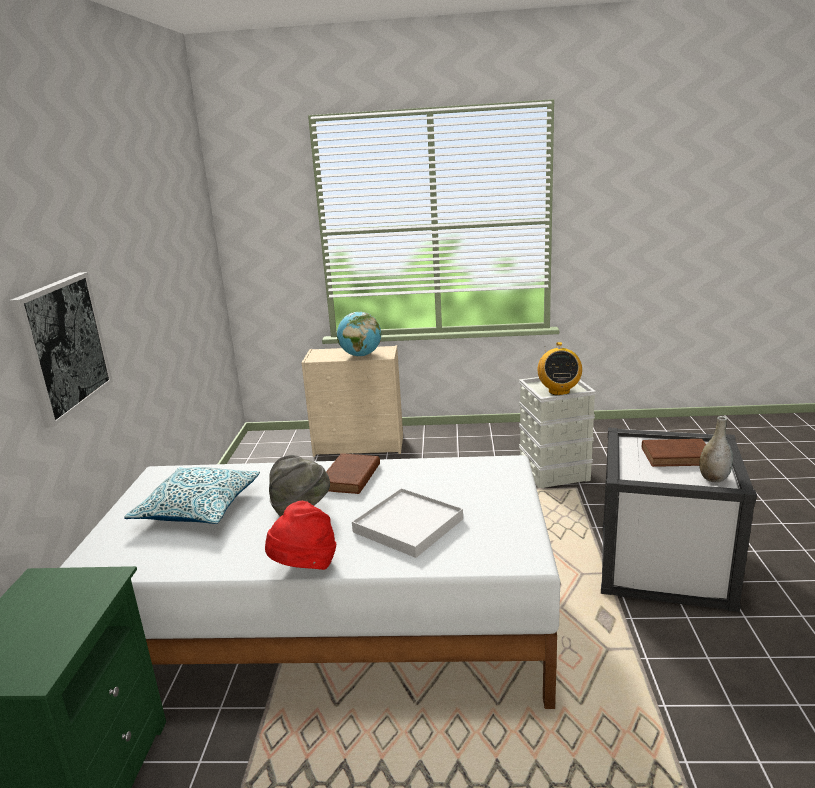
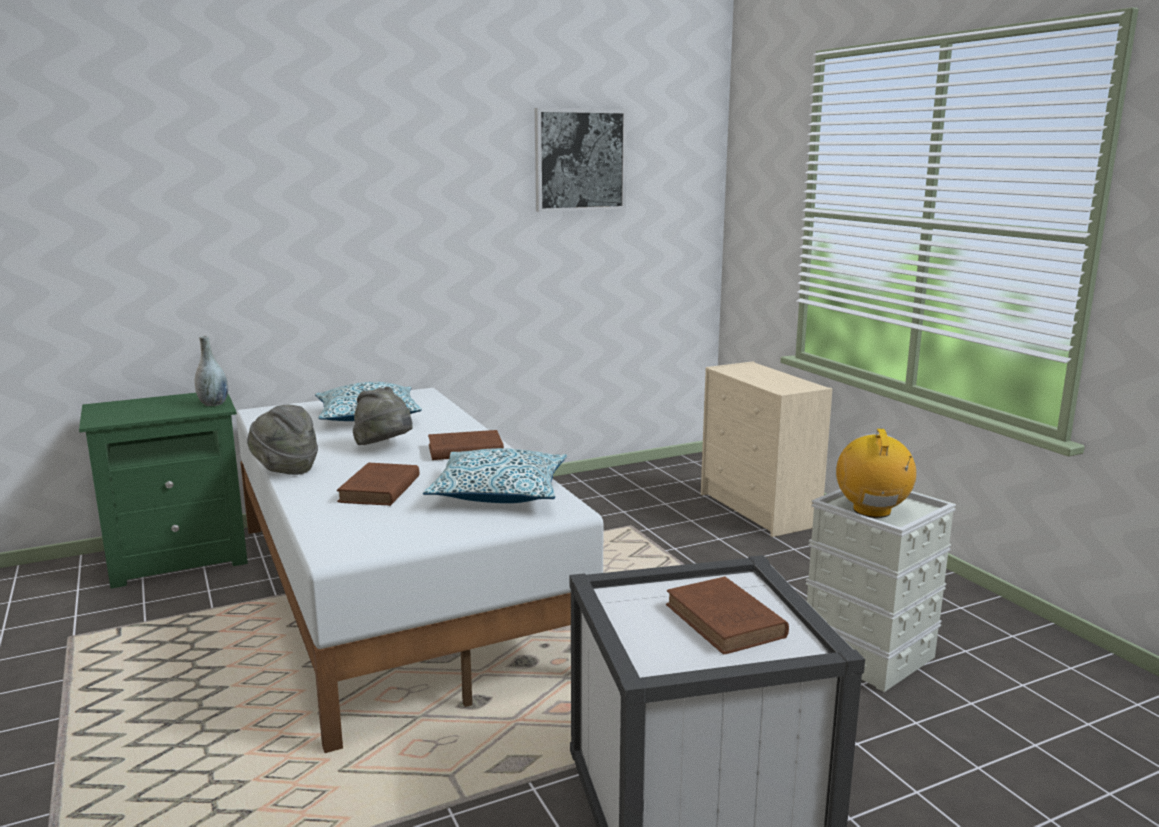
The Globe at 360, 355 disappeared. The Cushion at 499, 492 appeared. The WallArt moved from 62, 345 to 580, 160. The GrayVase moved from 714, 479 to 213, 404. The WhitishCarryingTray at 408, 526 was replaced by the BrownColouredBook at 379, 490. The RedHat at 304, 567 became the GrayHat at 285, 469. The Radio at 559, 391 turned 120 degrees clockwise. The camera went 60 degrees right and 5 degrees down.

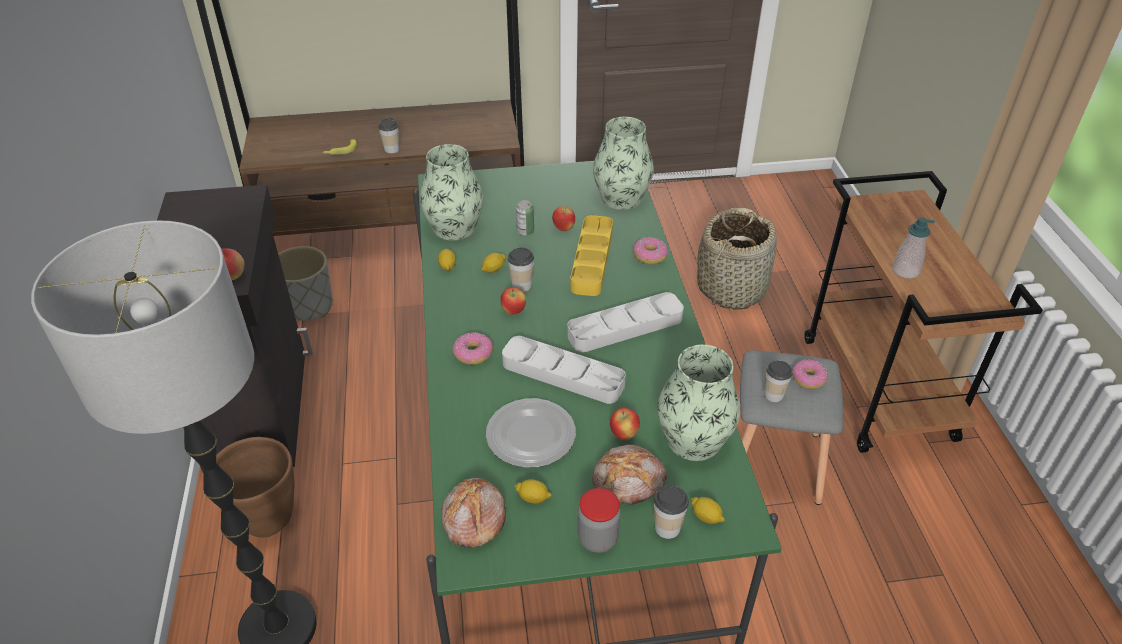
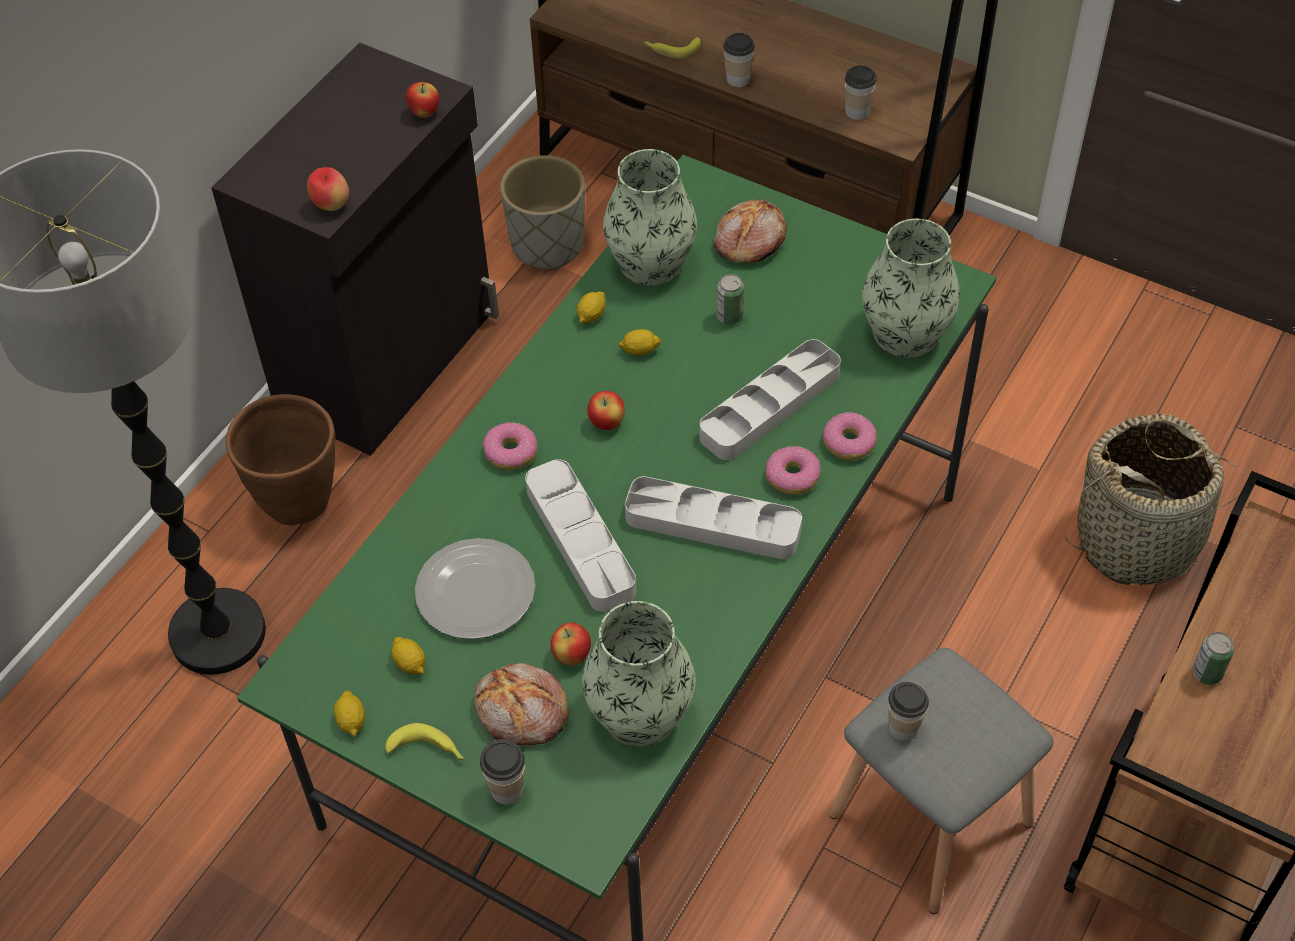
The Bread moved from 473, 519 to 748, 240. The Cup moved from 521, 285 to 857, 111. The WholeApple moved from 563, 228 to 424, 113. The CitrusFruit moved from 706, 517 to 351, 721. The Donut moved from 808, 378 to 792, 476. The StorageJar at 597, 538 was replaced by the WholeBanana at 428, 751. The SoapBottle at 905, 271 was replaced by the MetalCan at 1206, 673. The YellowishCarryingTray at 592, 259 became the GrayCarryingTray at 770, 405. The camera went 40 degrees right and 10 degrees up.

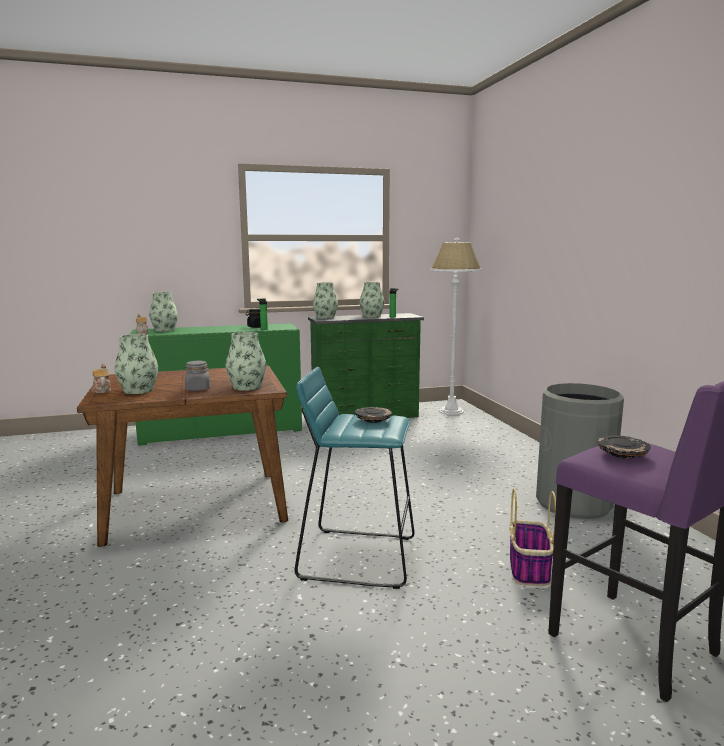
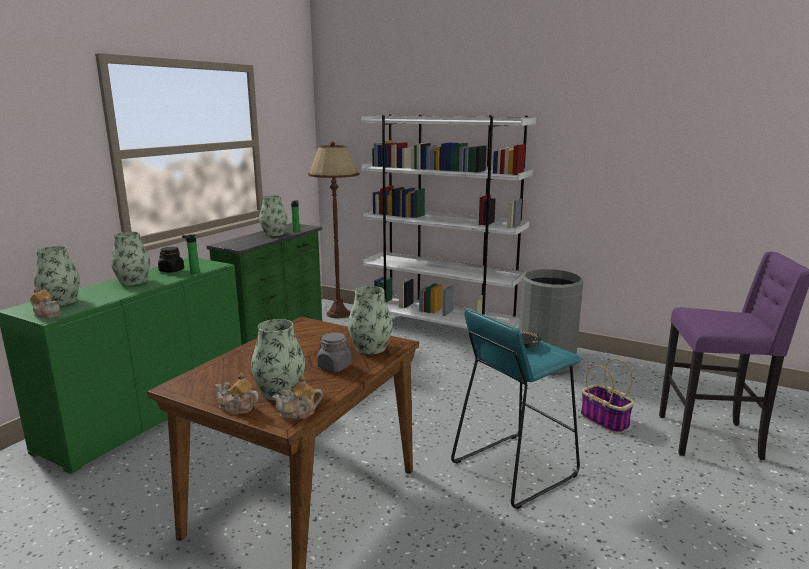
The BlackColouredDinnerPlate at 622, 454 disappeared. The Teapot at 298, 413 appeared. The WhitishBookshelf at 441, 330 appeared. The Vase moved from 325, 317 to 133, 281. The WhitishStandardLamp at 451, 411 became the BrownColouredStandardLamp at 339, 314. The camera went 45 degrees left and 5 degrees up.

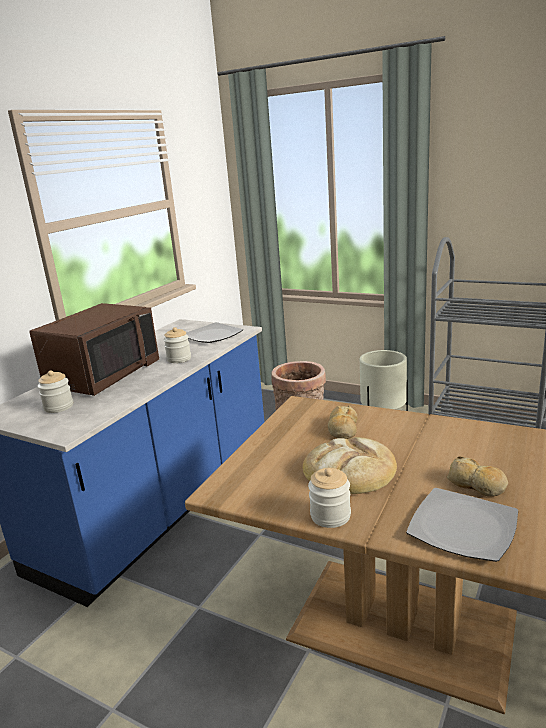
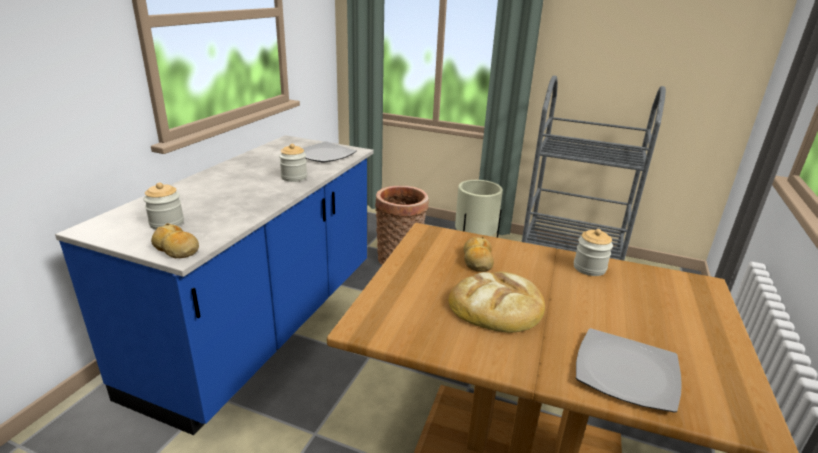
The BrownColouredMicrowave at 102, 375 disappeared. The StorageJar moved from 330, 516 to 589, 268. The Bread moved from 477, 485 to 176, 249. The camera went 10 degrees left and 5 degrees up.

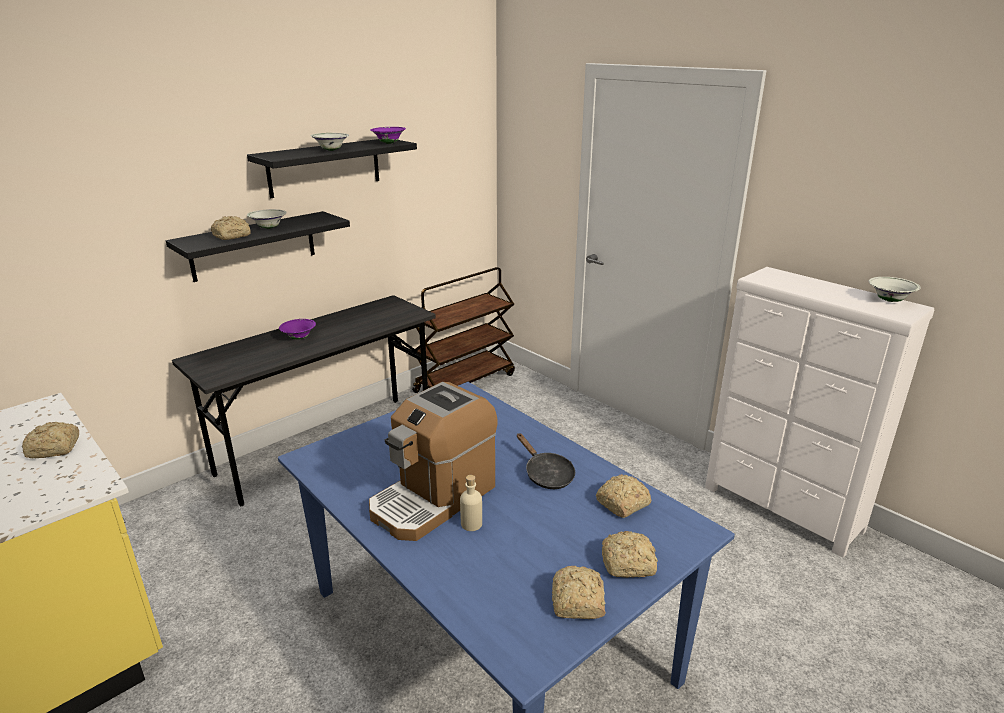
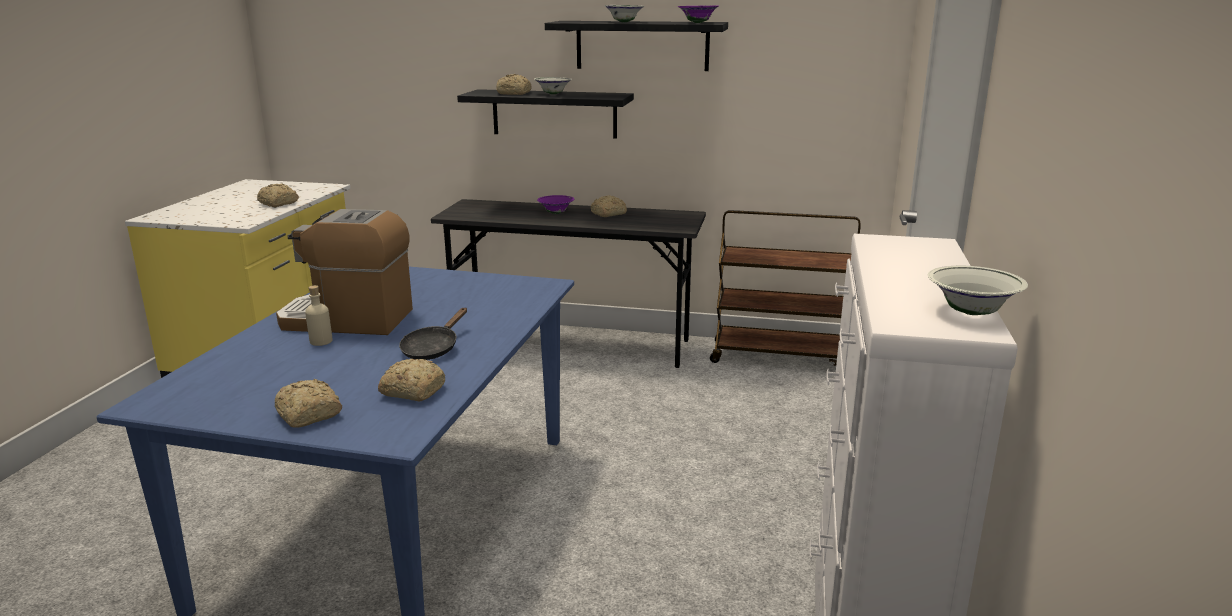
The Bread moved from 577, 603 to 607, 214. The camera went 55 degrees right and 5 degrees down.

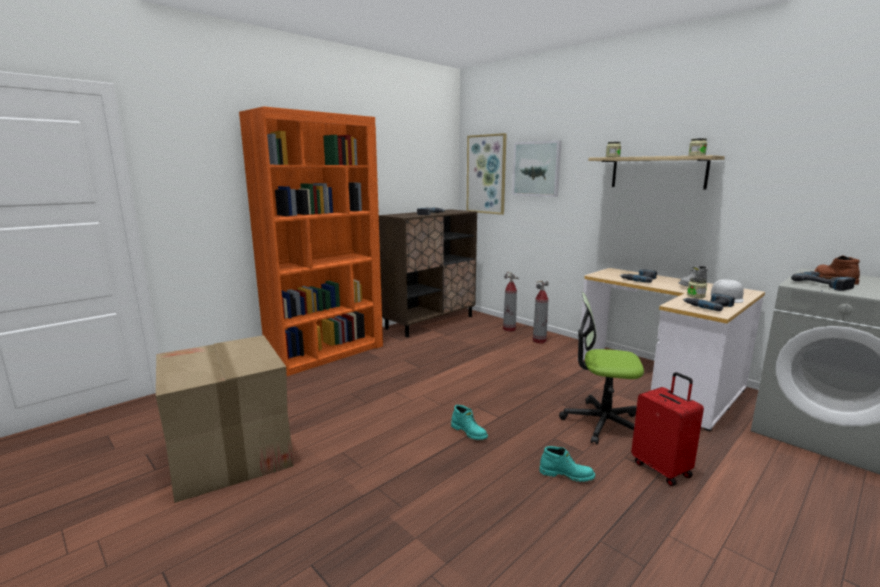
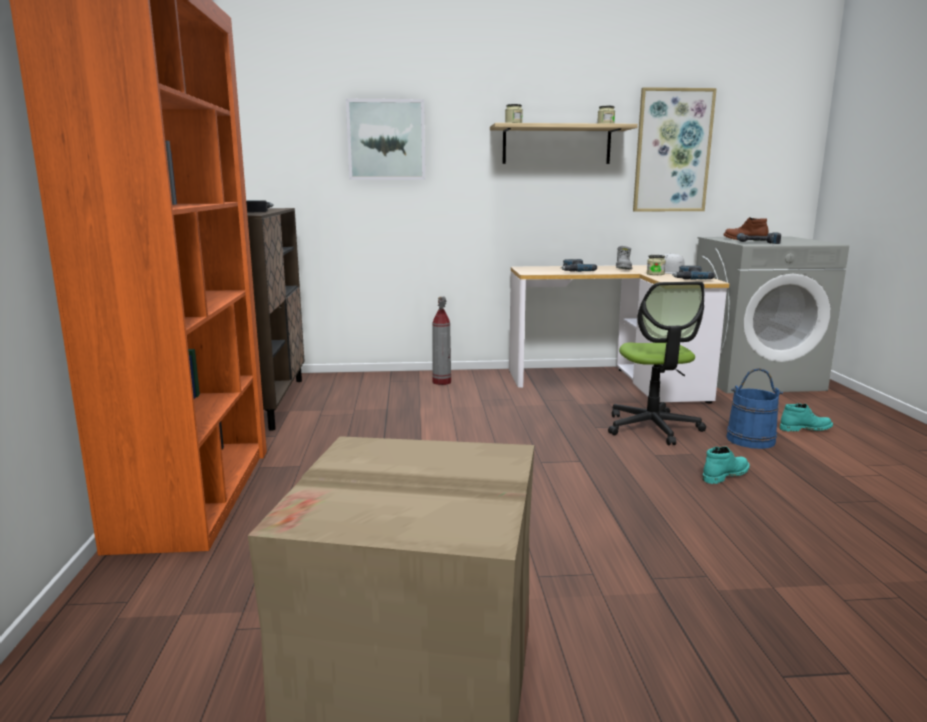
The FireExtinguisher at 509, 329 disappeared. The BlueGreenBoot moved from 469, 432 to 805, 429. The WallArt moved from 486, 174 to 672, 151. The RedSuitcase at 662, 469 was replaced by the BlueWaterBucket at 750, 439. The OfficeChair at 602, 423 turned 60 degrees counterclockwise. The camera went 50 degrees left and 0 degrees up.

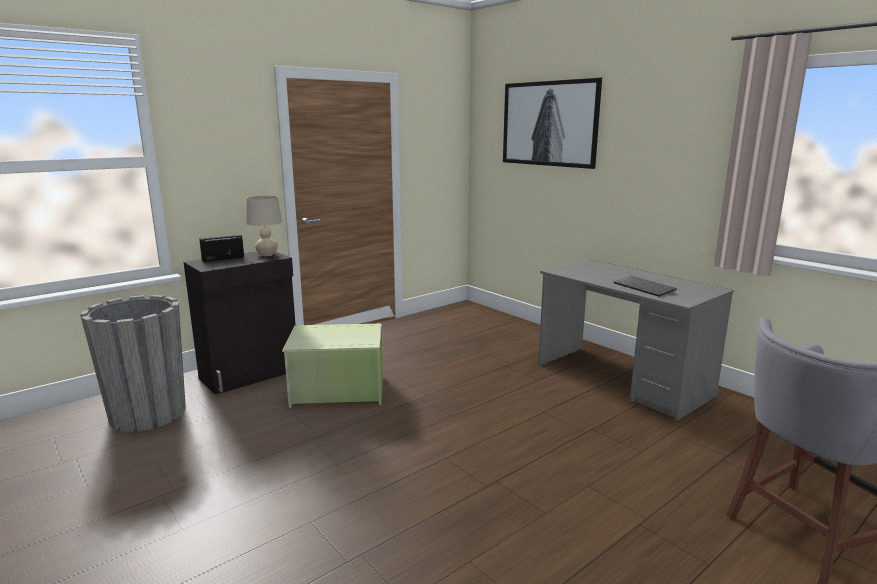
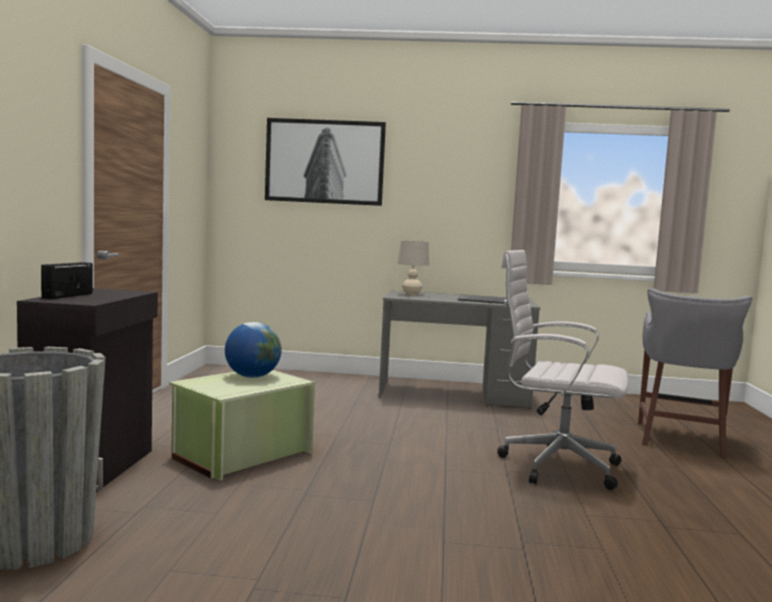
The Globe at 252, 377 appeared. The WhitishOfficeChair at 554, 465 appeared. The BeigeTabletopLamp moved from 267, 255 to 411, 294. The camera went 45 degrees left and 10 degrees down.

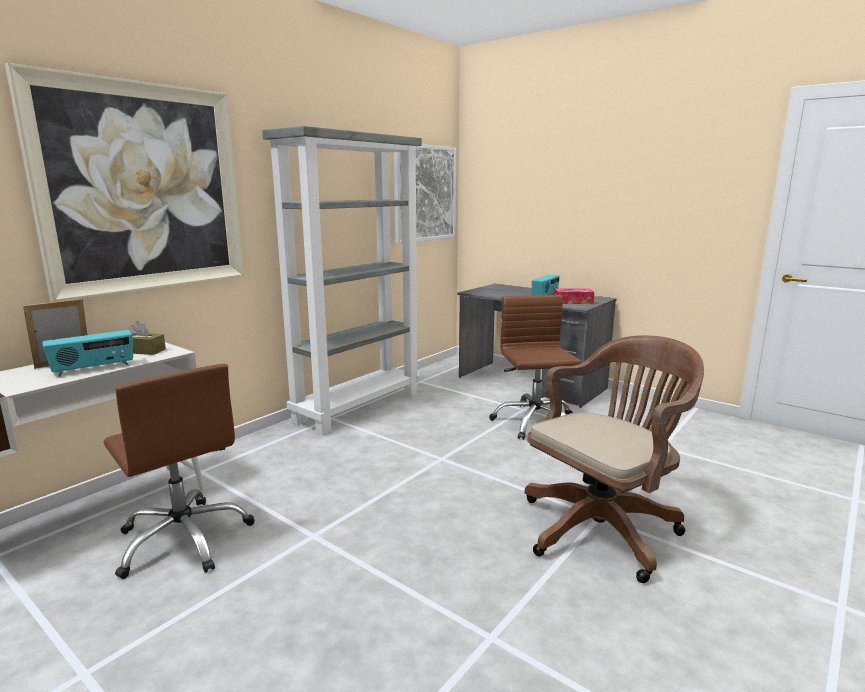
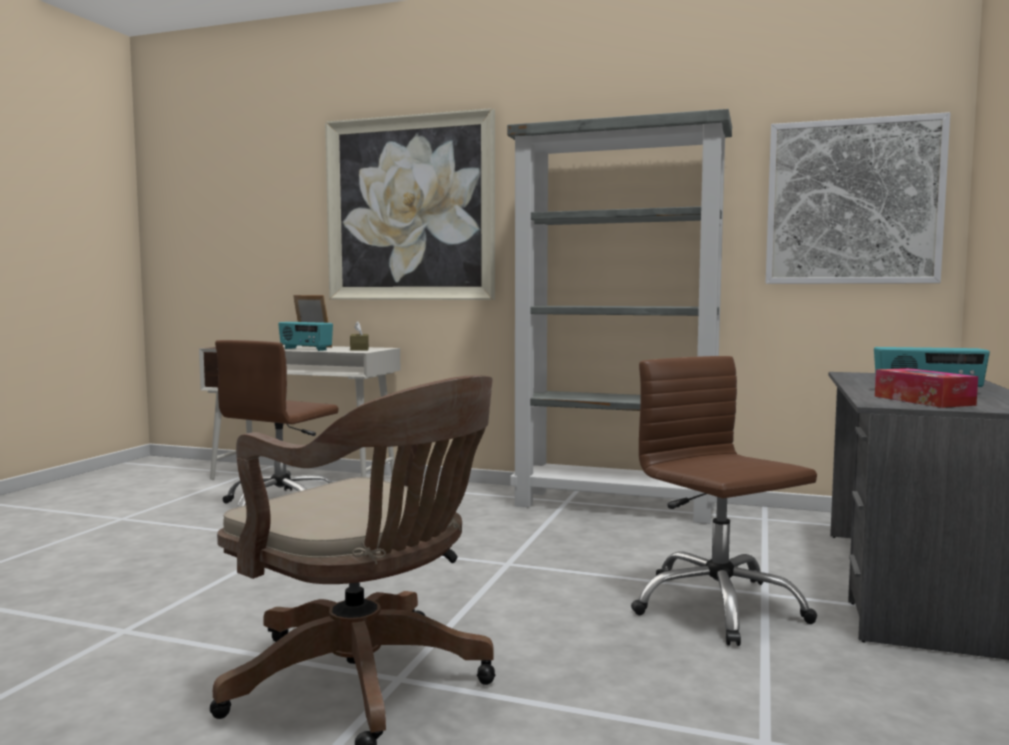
The BrownColouredOfficeChair at 534, 422 turned 90 degrees counterclockwise. The camera went 70 degrees right and 10 degrees down.

